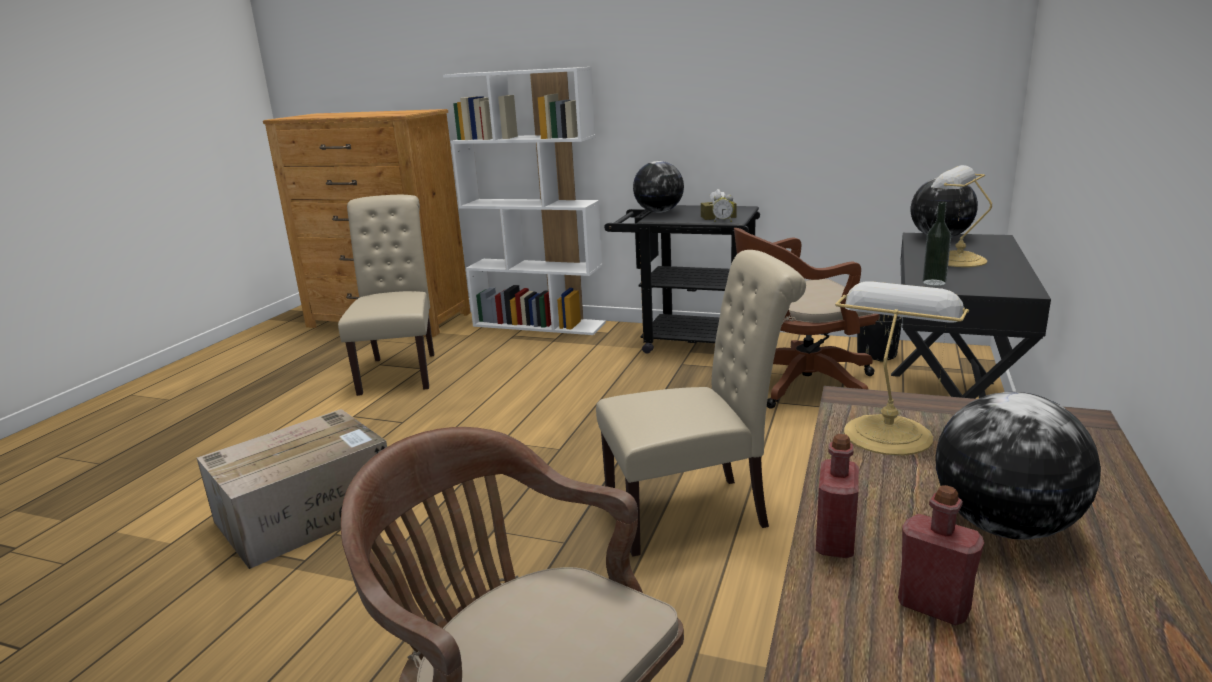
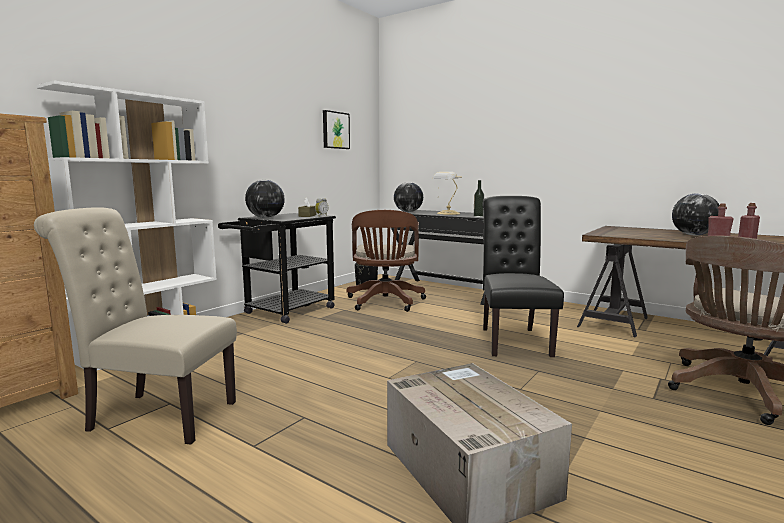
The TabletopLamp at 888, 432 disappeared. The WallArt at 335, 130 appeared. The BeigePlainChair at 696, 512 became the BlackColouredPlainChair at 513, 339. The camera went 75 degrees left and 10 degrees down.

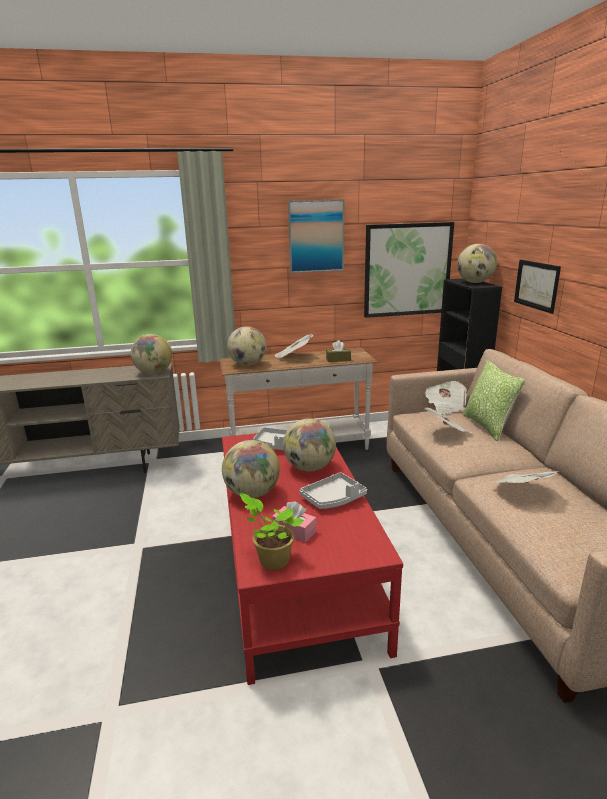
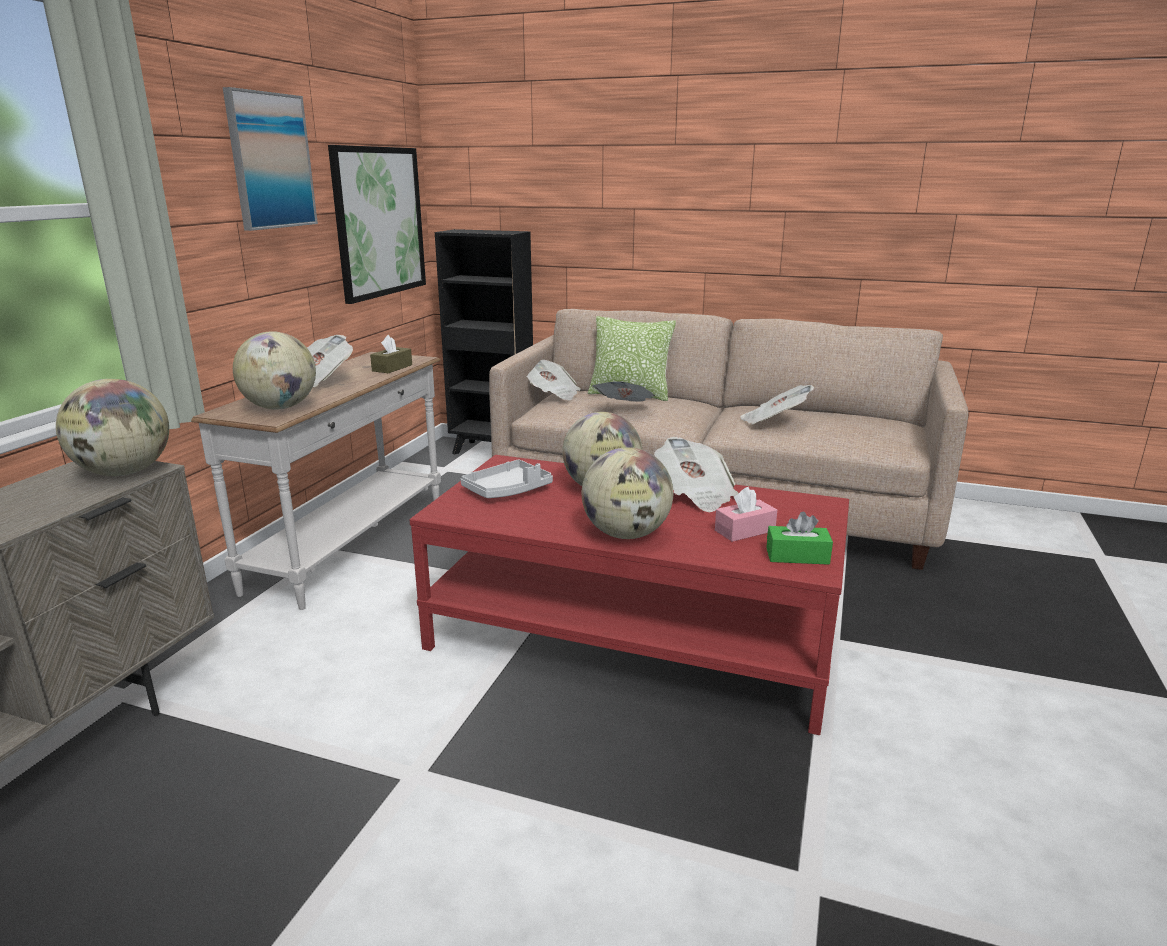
The Globe at 474, 282 disappeared. The WallArt at 536, 285 disappeared. The PlantInAPot at 272, 560 was replaced by the GreenishTissueHolder at 797, 556. The GrayCarryingTray at 333, 499 was replaced by the Newspaper at 695, 495. The camera went 60 degrees left and 0 degrees up.

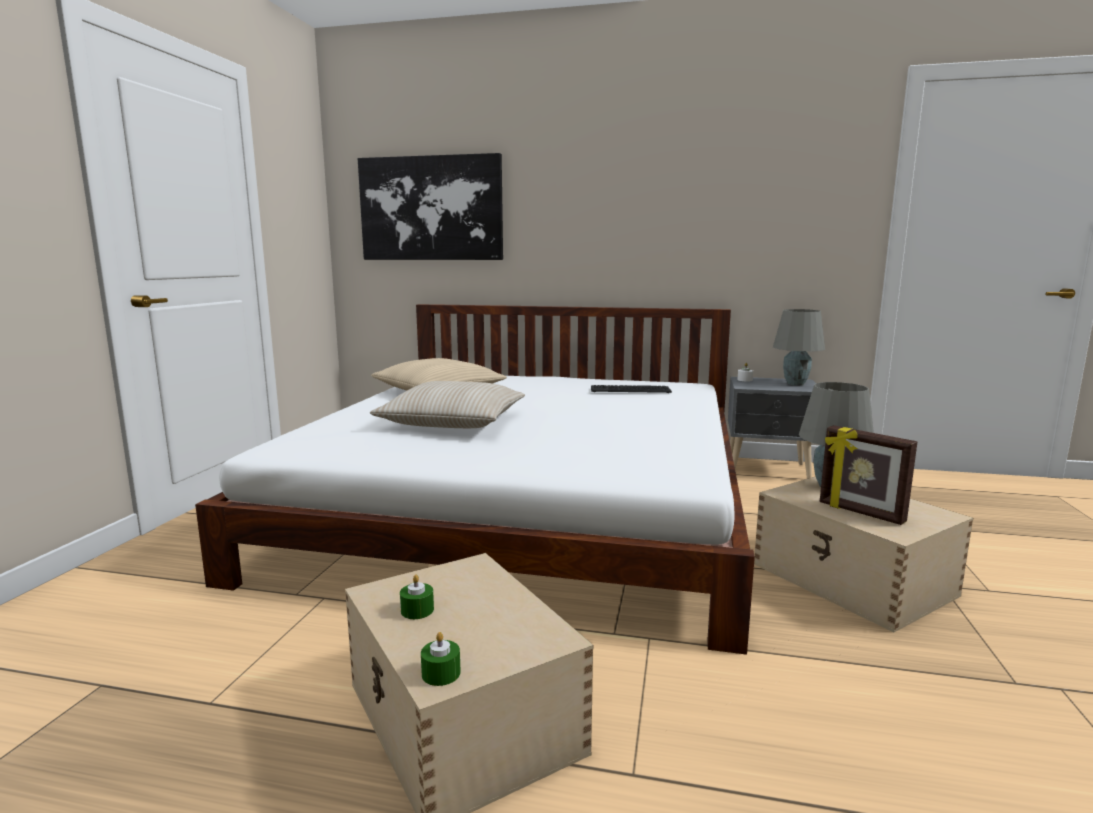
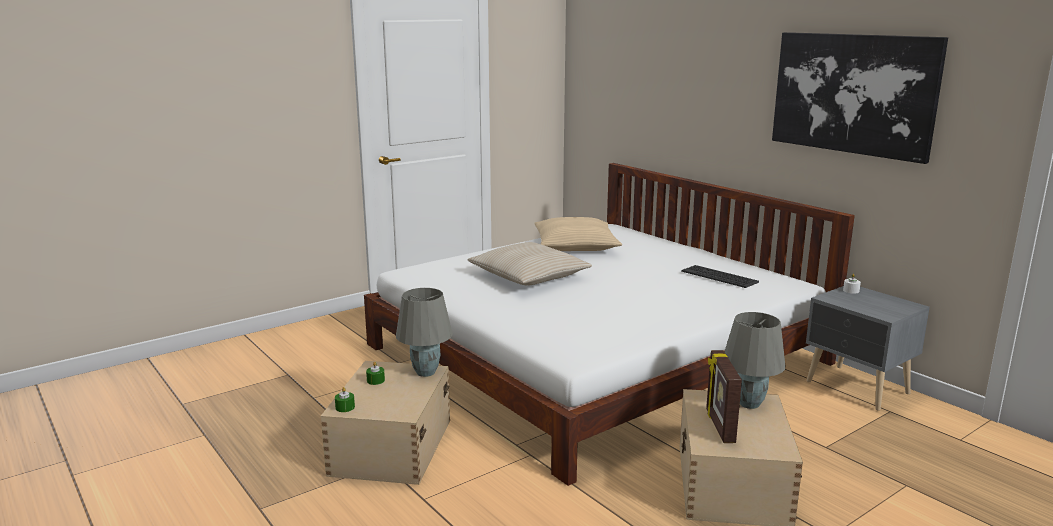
The WallArt moved from 431, 208 to 853, 93. The GrayTabletopLamp moved from 795, 383 to 426, 372. The camera went 40 degrees right and 5 degrees up.

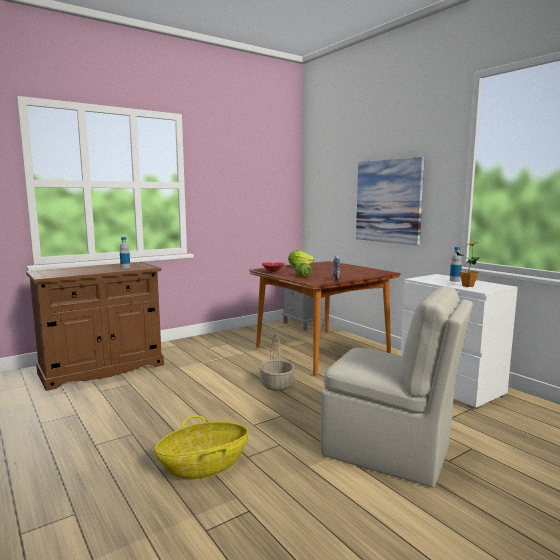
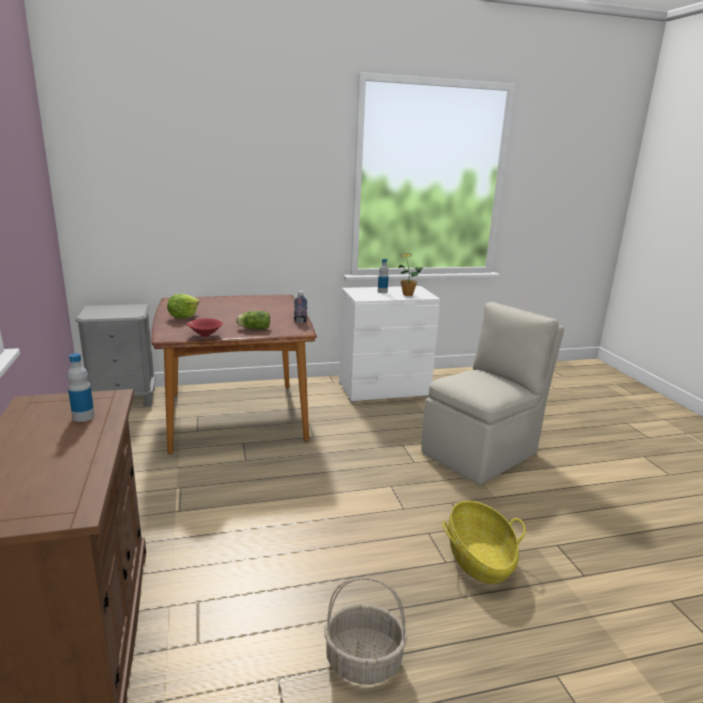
The WallArt at 388, 201 disappeared. The StorageBasket moved from 276, 385 to 362, 662. The camera went 70 degrees left and 10 degrees up.

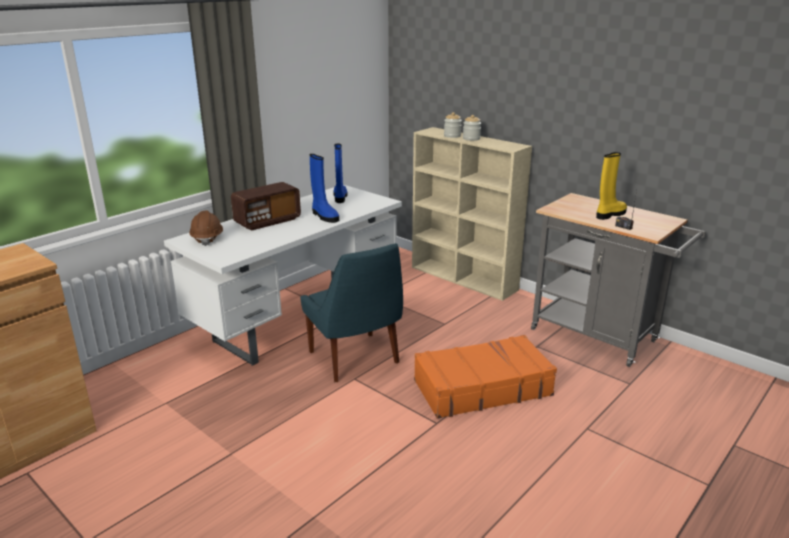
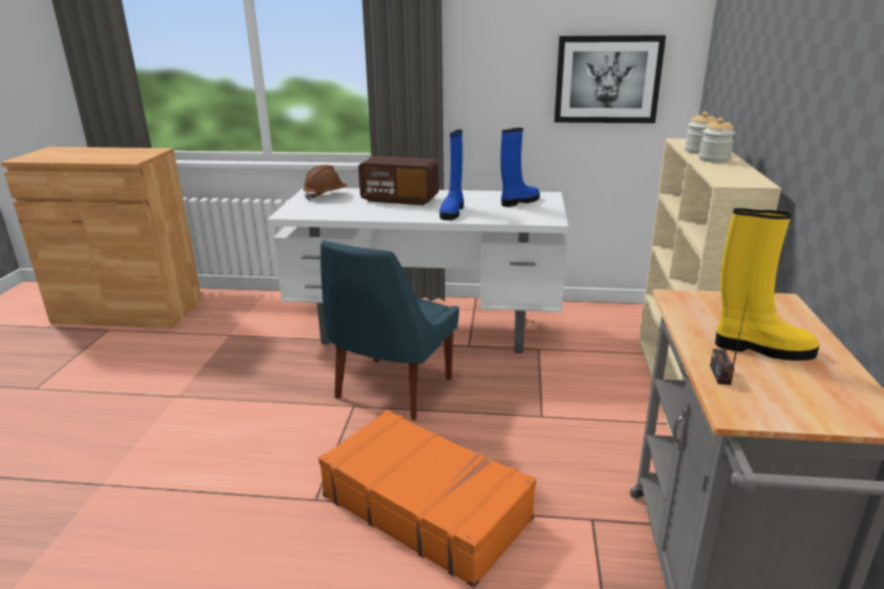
The WallArt at 607, 79 appeared. The camera went 55 degrees right and 0 degrees up.

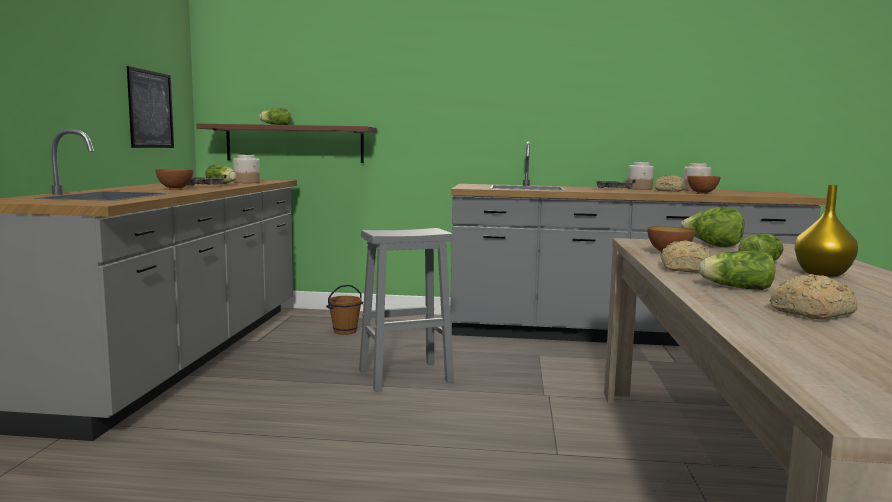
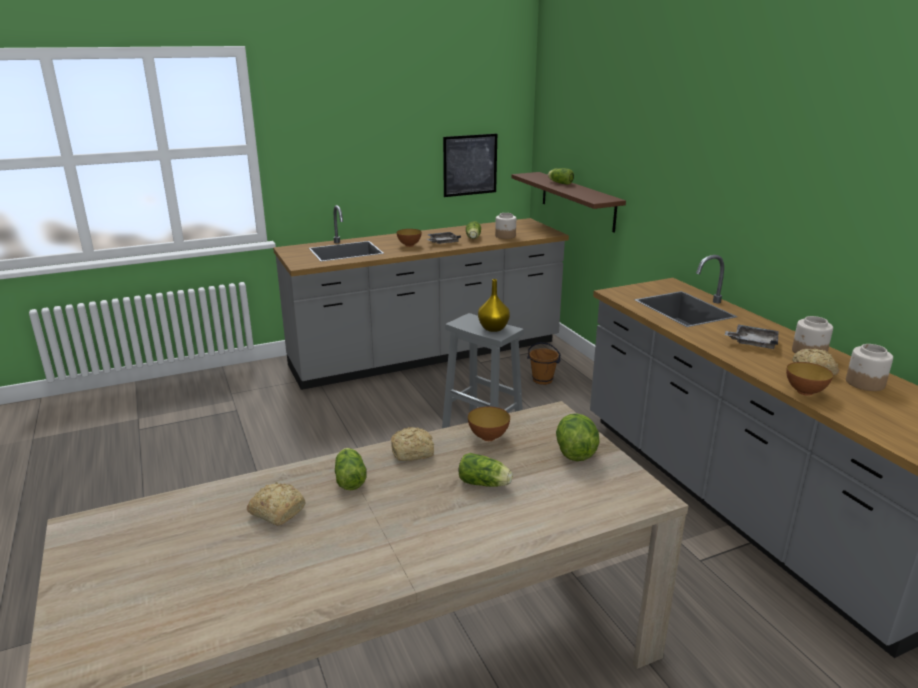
The YellowishVase moved from 821, 273 to 493, 328. The camera went 60 degrees right and 15 degrees up.

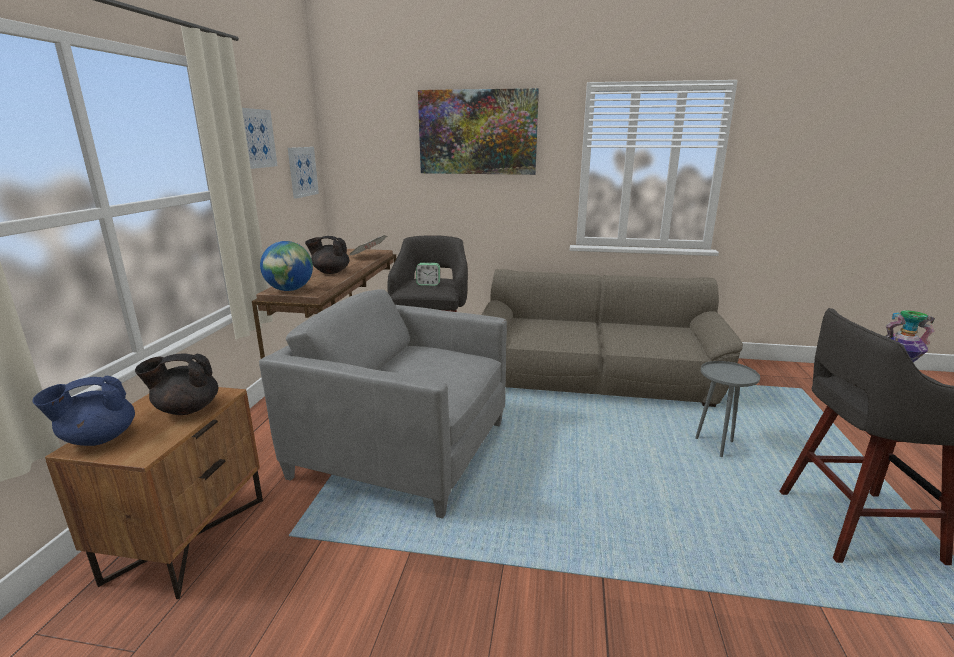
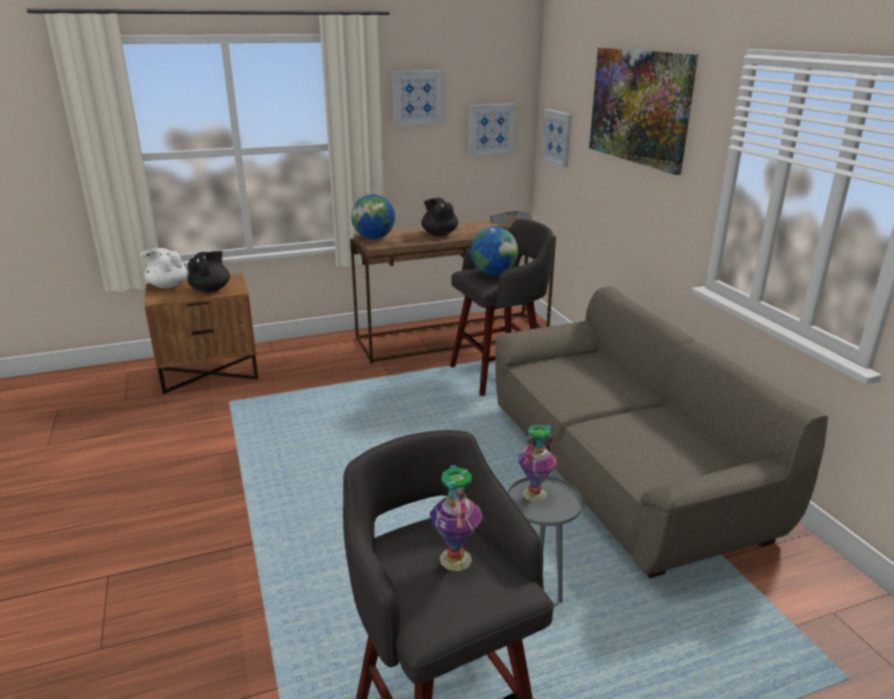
The GrayLoungeChair at 403, 449 disappeared. The Vase at 534, 493 appeared. The WallArt at 557, 137 appeared. The AlarmClock at 428, 284 was replaced by the Globe at 493, 273. The BlueTeapot at 98, 439 became the WhitishTeapot at 167, 285. The BlackColouredTeapot at 186, 409 turned 60 degrees clockwise. The camera went 60 degrees right and 5 degrees up.

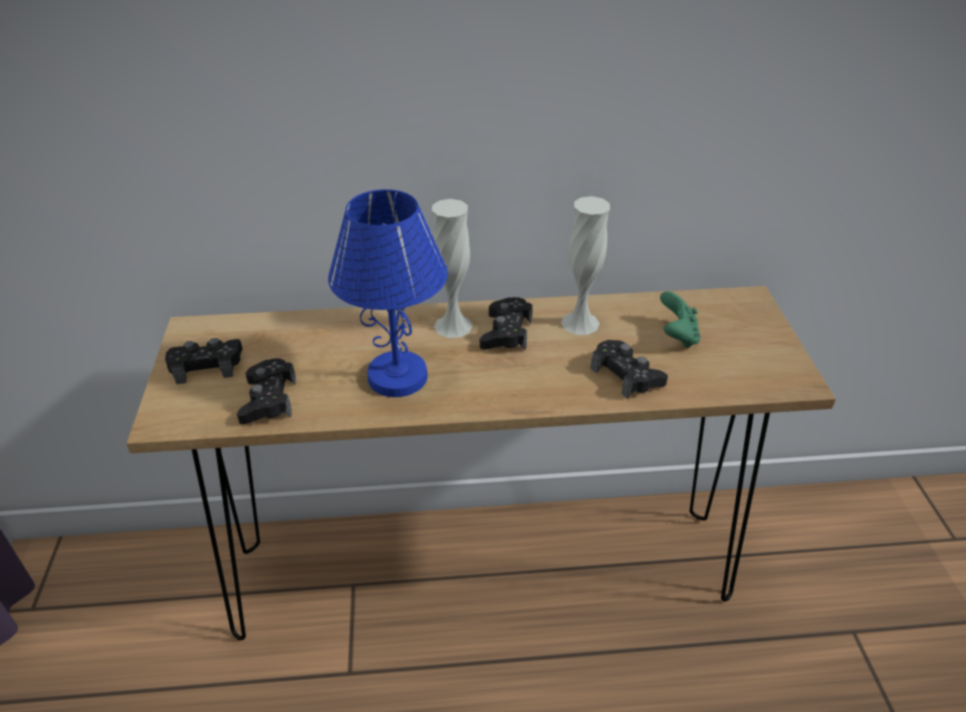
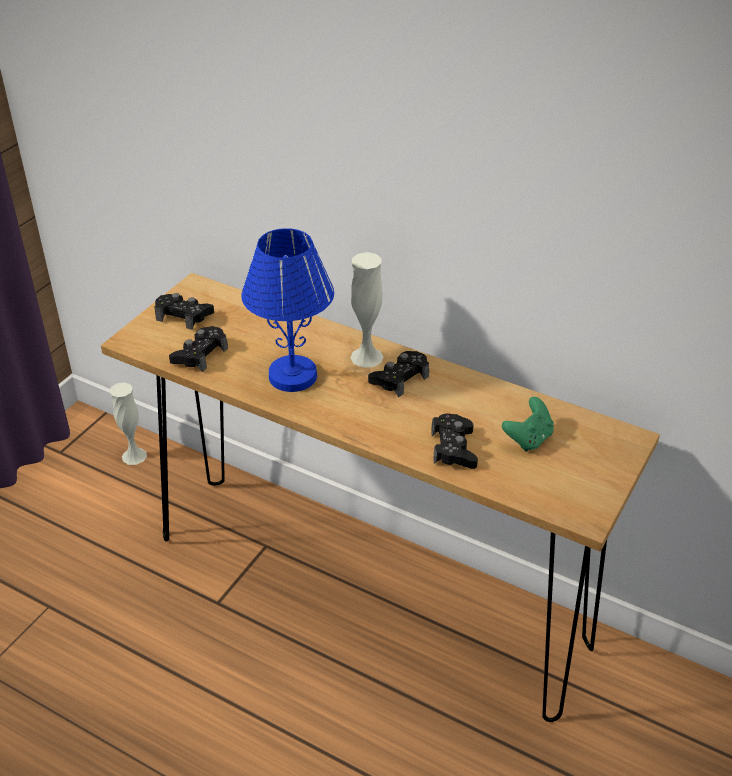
The WhitishVase moved from 580, 323 to 134, 456. The camera went 35 degrees right and 0 degrees up.

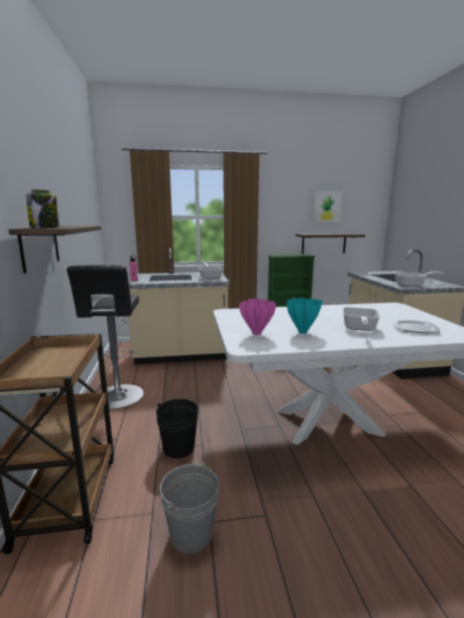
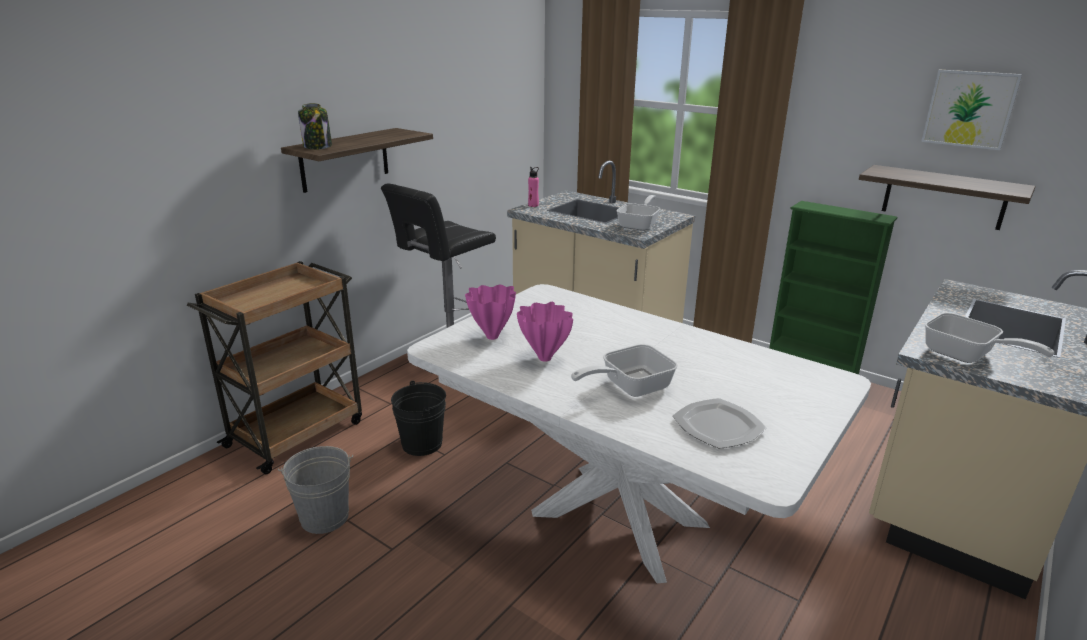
The BlueGreenVase at 302, 332 became the PinkColouredVase at 544, 358. The camera went 45 degrees right and 10 degrees up.

